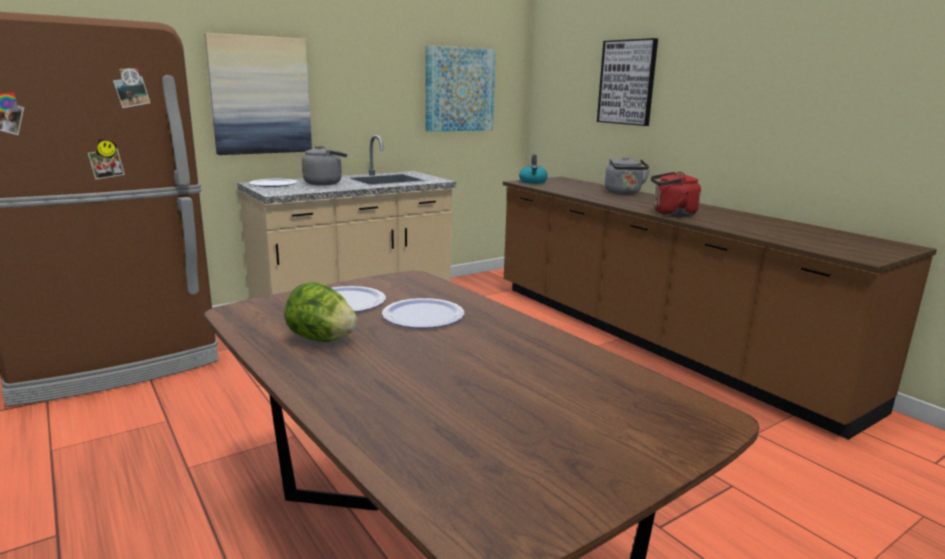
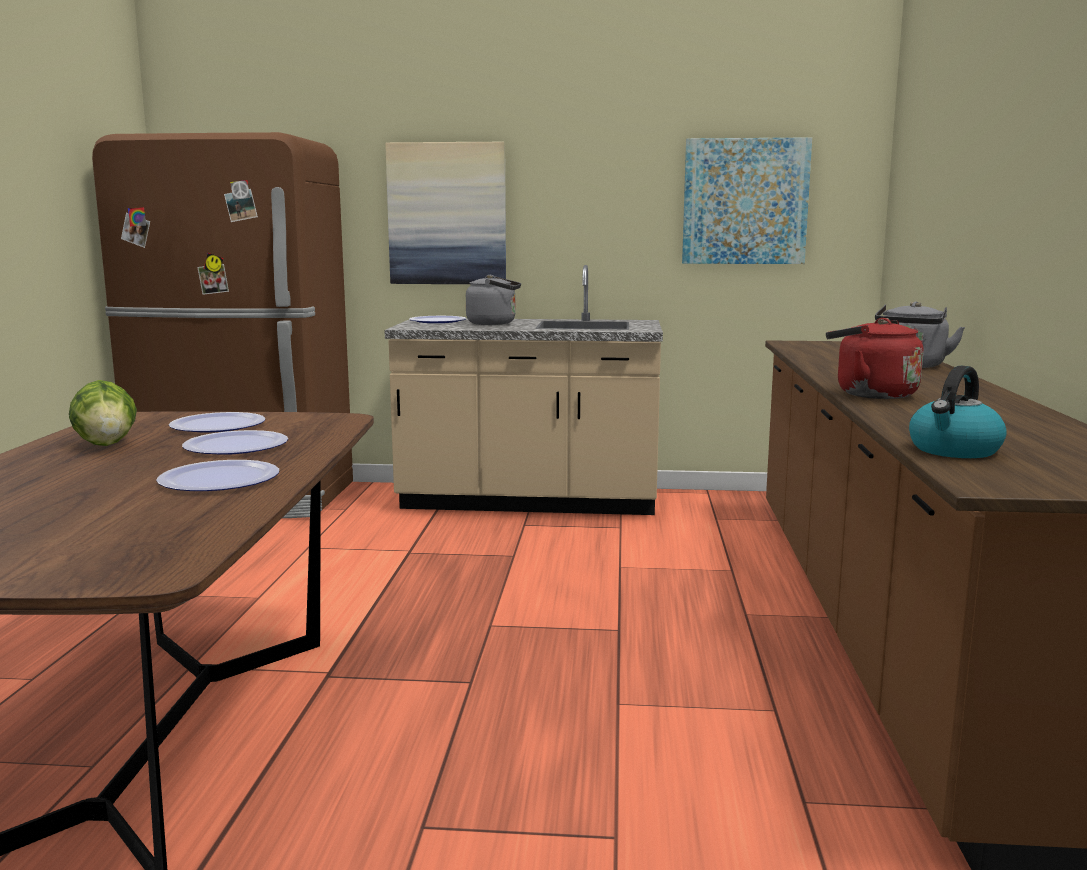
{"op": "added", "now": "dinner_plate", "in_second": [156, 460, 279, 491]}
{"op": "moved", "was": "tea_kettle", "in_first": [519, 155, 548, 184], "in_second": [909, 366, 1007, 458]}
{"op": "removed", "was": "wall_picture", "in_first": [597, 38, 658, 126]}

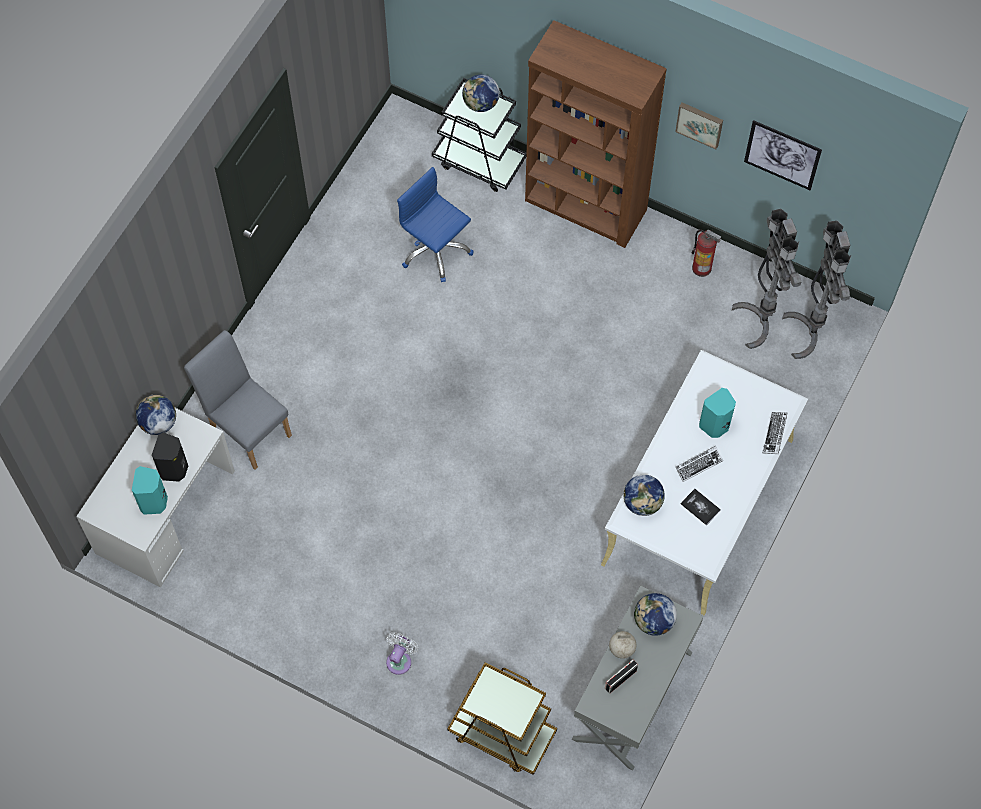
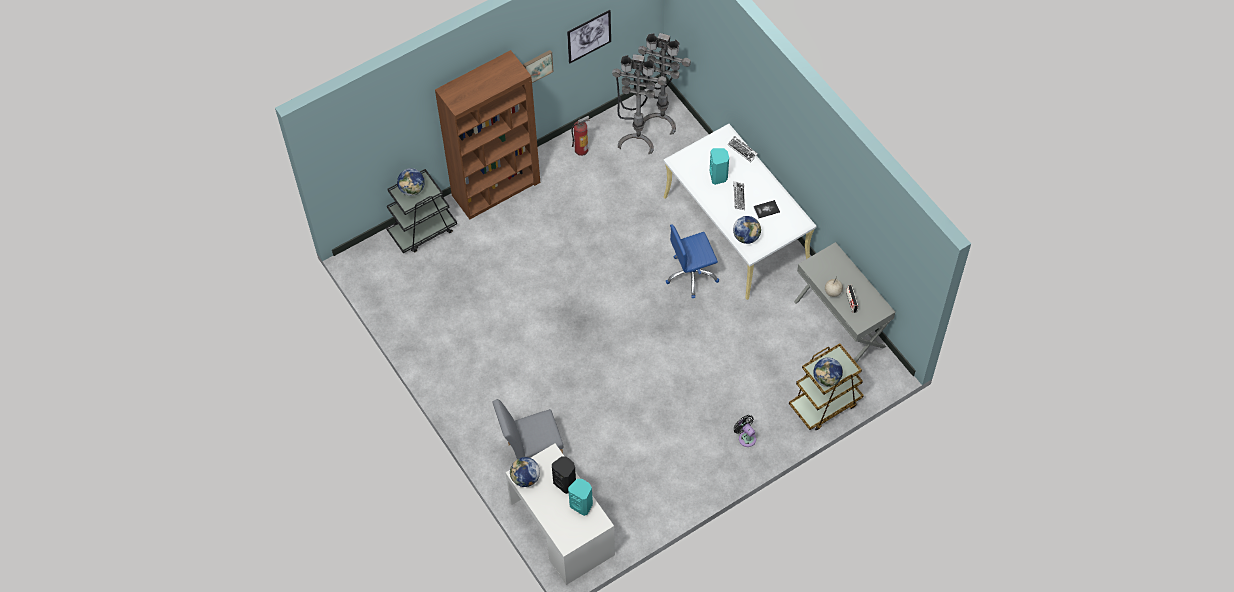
{"op": "moved", "was": "bluish_office_chair", "in_first": [397, 167, 474, 282], "in_second": [666, 224, 719, 298]}
{"op": "recoloured", "was": "white_electric_fan", "now": "black-coloured_electric_fan", "in_first": [386, 632, 418, 675], "in_second": [733, 415, 756, 447]}
{"op": "moved", "was": "globe", "in_first": [634, 593, 677, 636], "in_second": [813, 357, 843, 387]}

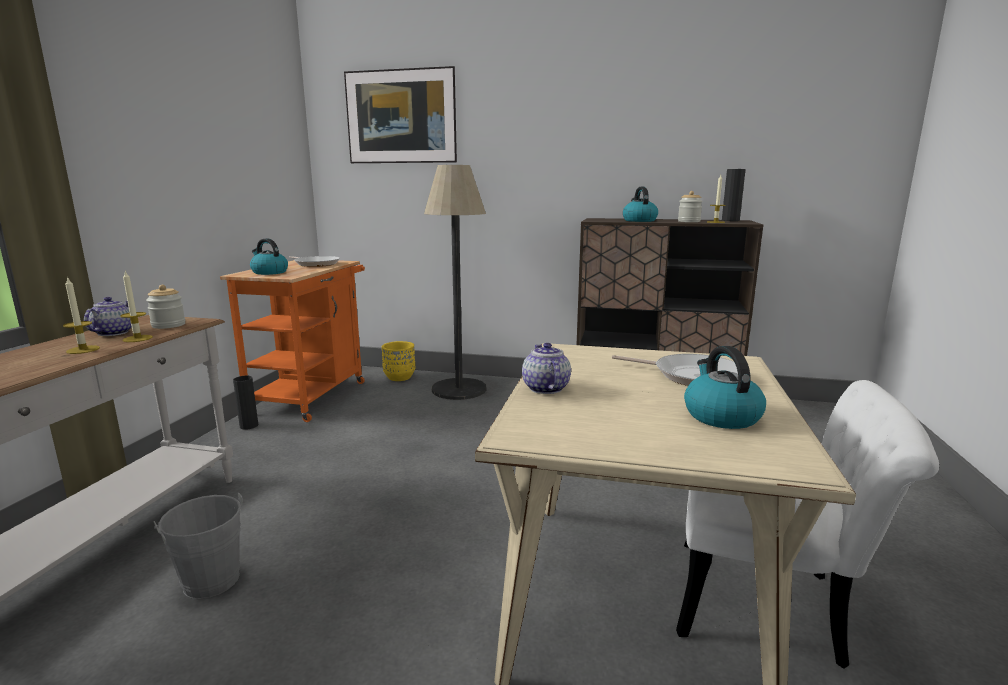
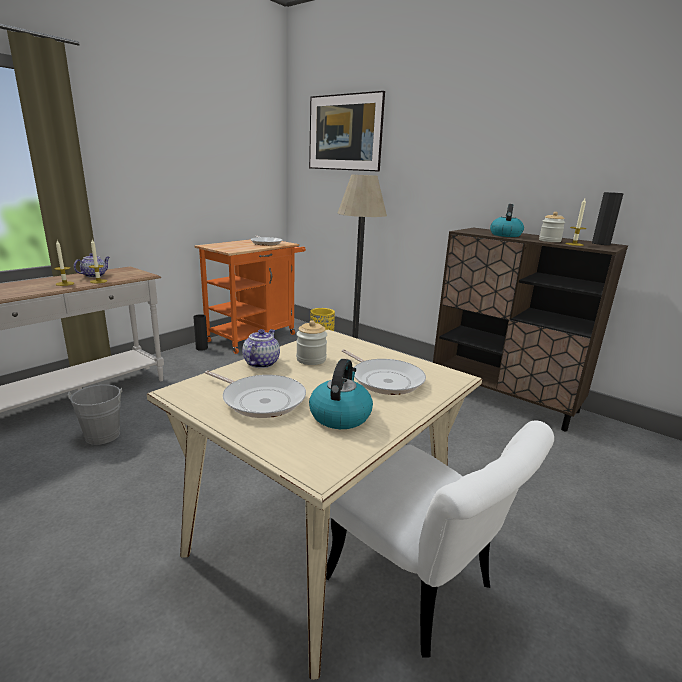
{"op": "added", "now": "pan", "in_second": [205, 370, 306, 418]}
{"op": "moved", "was": "storage_jar", "in_first": [146, 285, 185, 329], "in_second": [296, 320, 327, 365]}
{"op": "removed", "was": "tea_kettle", "in_first": [250, 238, 288, 275]}

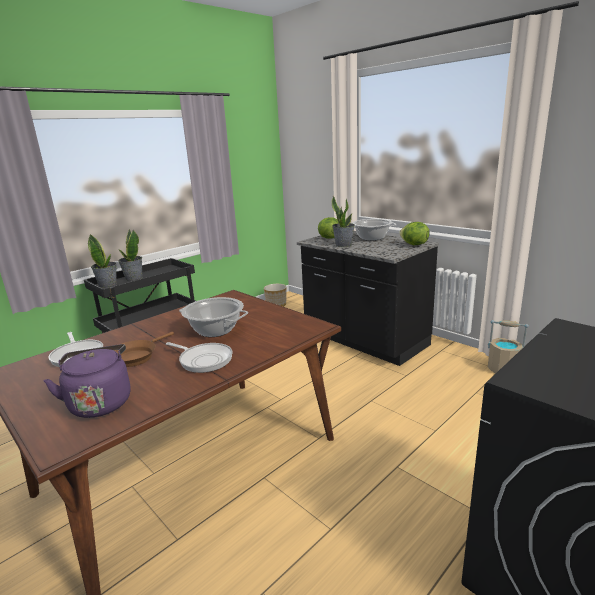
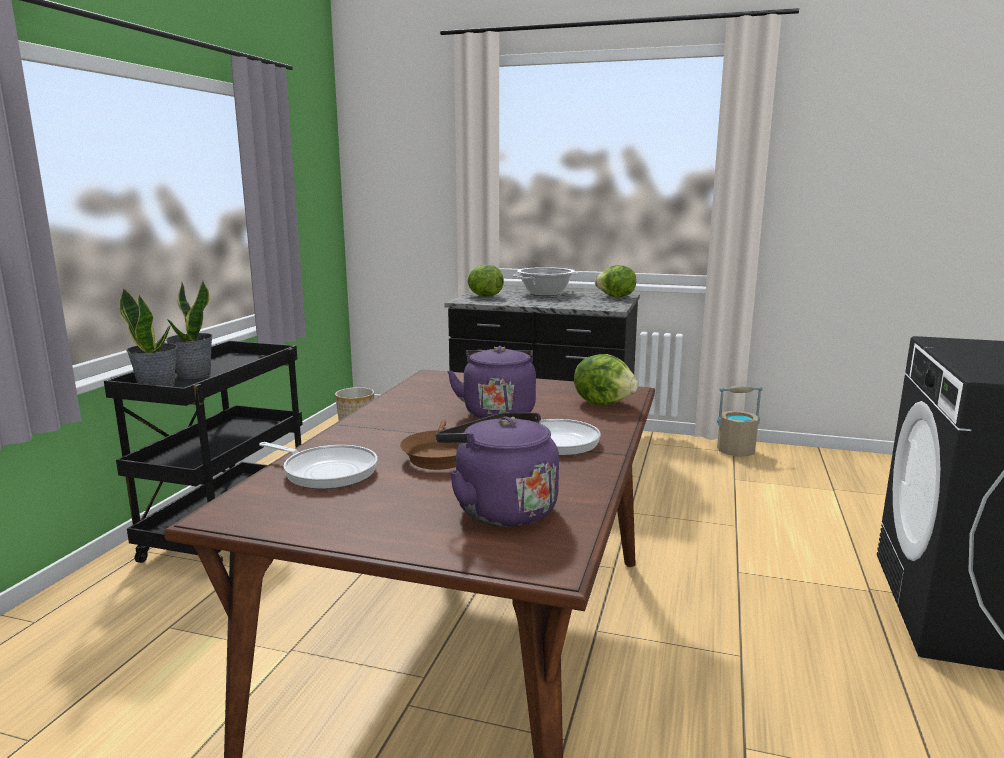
{"op": "replaced", "was": "saucepot", "now": "purple-coloured_tea_kettle", "in_first": [179, 297, 248, 337], "in_second": [447, 346, 536, 419]}
{"op": "added", "now": "lettuce", "in_second": [574, 354, 638, 405]}
{"op": "removed", "was": "potted_plant", "in_first": [331, 196, 355, 247]}

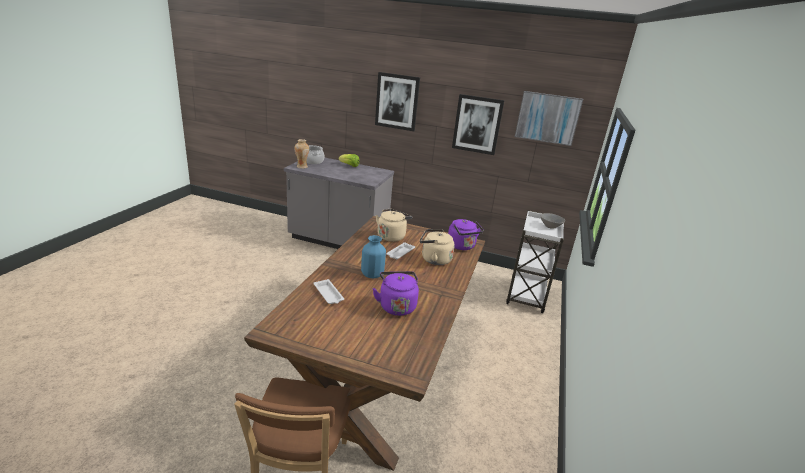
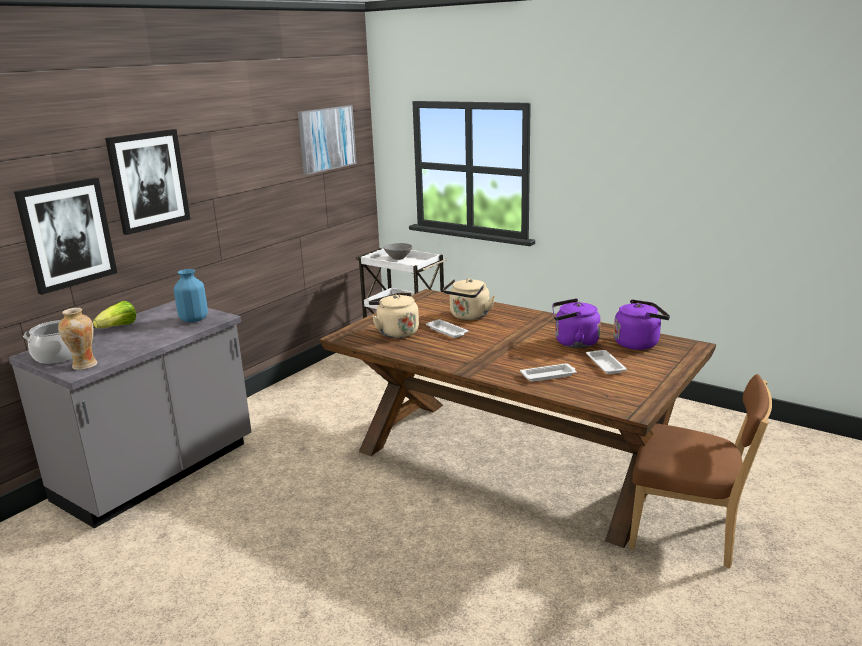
{"op": "moved", "was": "wall_picture", "in_first": [452, 94, 505, 155], "in_second": [14, 178, 117, 295]}
{"op": "moved", "was": "bluish_vase", "in_first": [361, 235, 386, 278], "in_second": [174, 269, 208, 322]}
{"op": "added", "now": "white_tray", "in_second": [586, 350, 627, 374]}
{"op": "moved", "was": "purple-coloured_tea_kettle", "in_first": [448, 219, 484, 250], "in_second": [614, 299, 670, 350]}

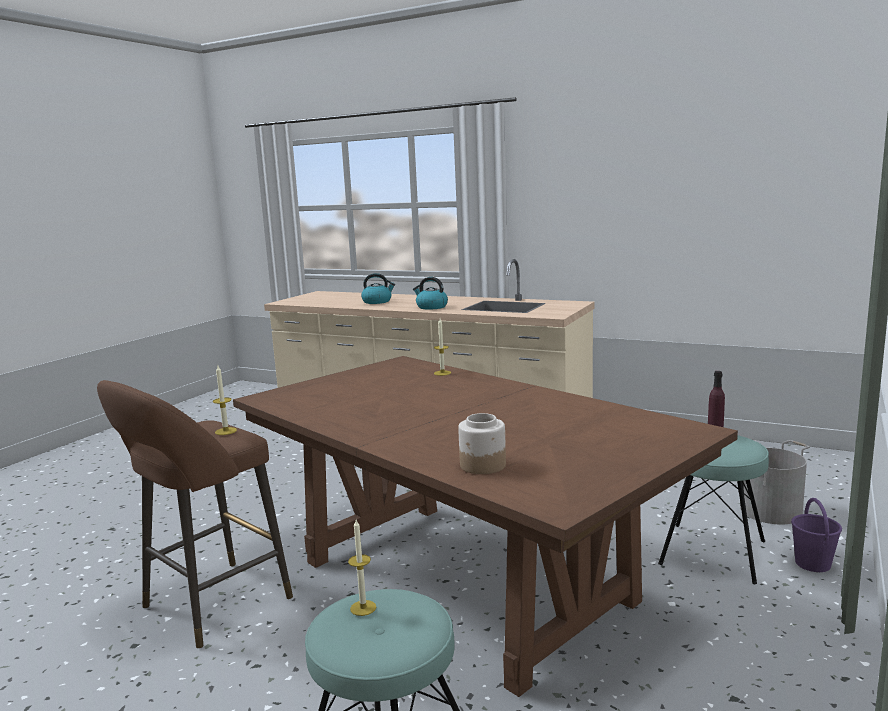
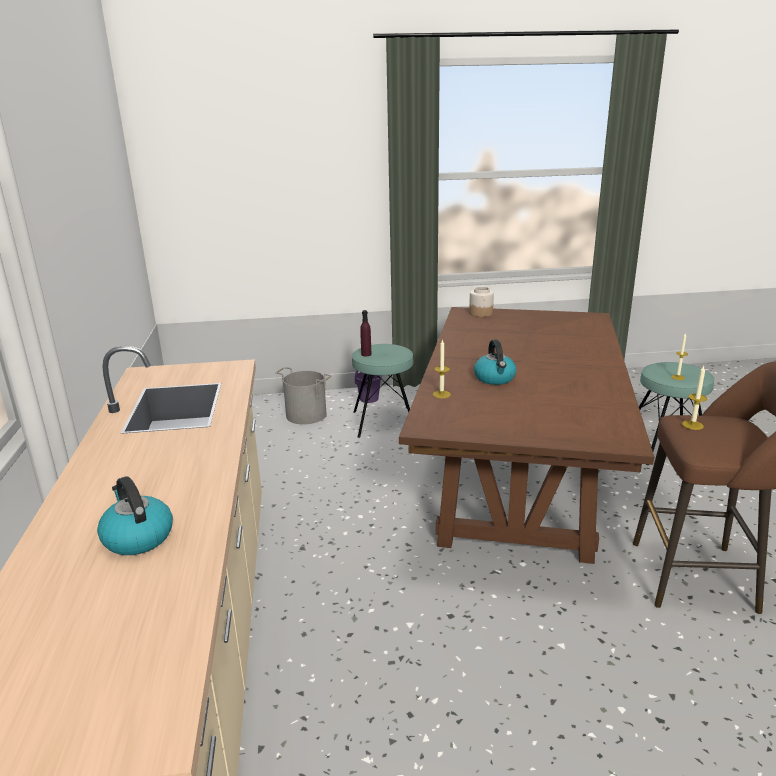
{"op": "moved", "was": "storage_jar", "in_first": [458, 413, 506, 474], "in_second": [469, 287, 494, 317]}
{"op": "moved", "was": "tea_kettle", "in_first": [413, 277, 448, 310], "in_second": [474, 340, 516, 385]}

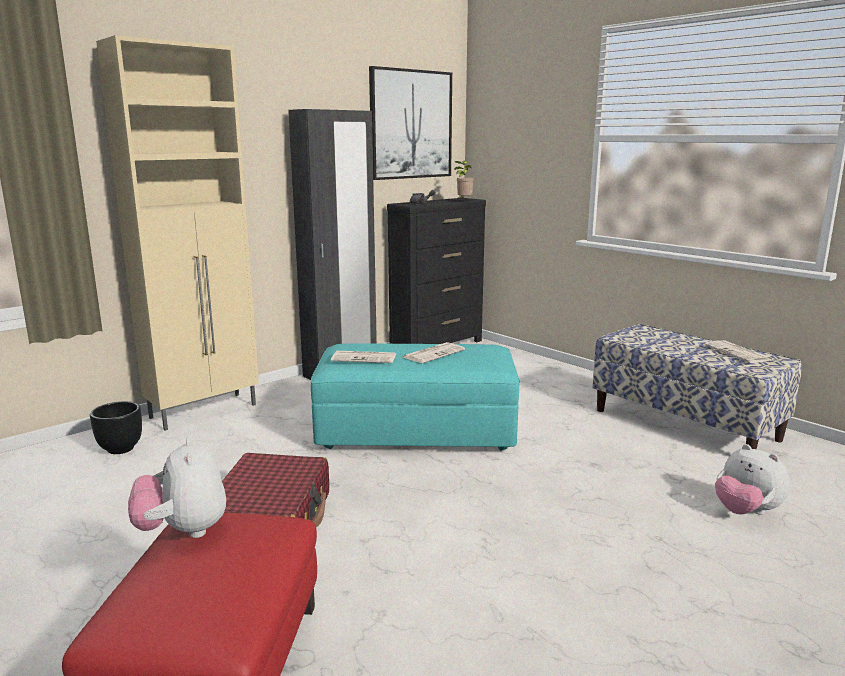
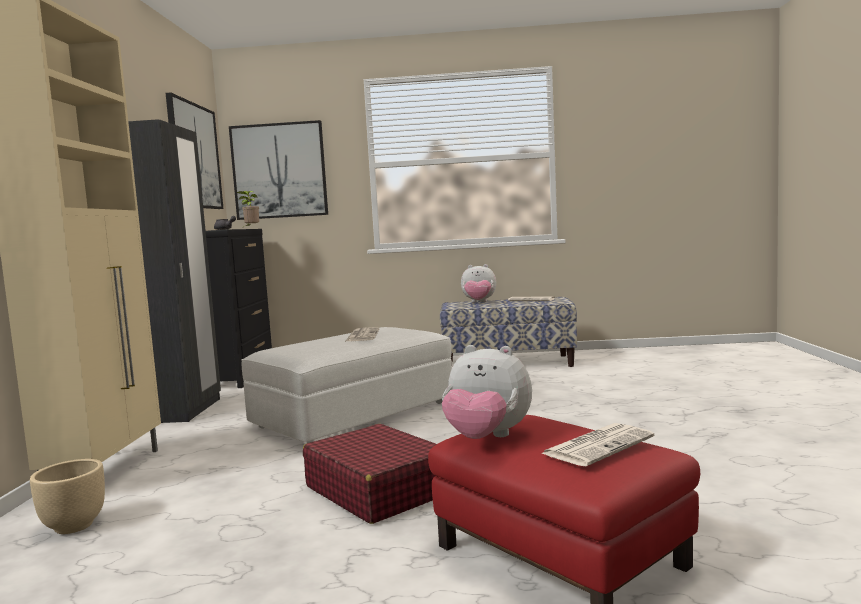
{"op": "recoloured", "was": "black-coloured_flower_pot", "now": "sand-coloured_flower_pot", "in_first": [90, 401, 142, 454], "in_second": [30, 459, 105, 534]}
{"op": "added", "now": "wall_picture", "in_second": [229, 120, 328, 220]}
{"op": "recoloured", "was": "turquoise-coloured_ottoman", "now": "white_ottoman", "in_first": [311, 343, 519, 451], "in_second": [242, 327, 452, 443]}
{"op": "moved", "was": "plush_toy", "in_first": [715, 444, 790, 515], "in_second": [461, 264, 496, 303]}
{"op": "moved", "was": "printed_paper", "in_first": [331, 351, 396, 363], "in_second": [541, 423, 654, 466]}

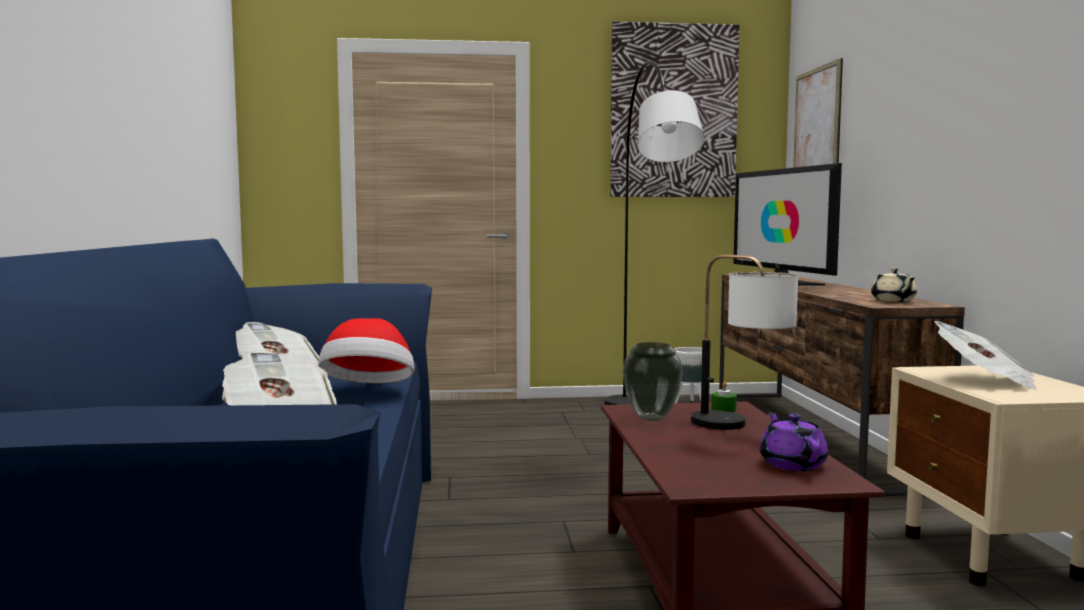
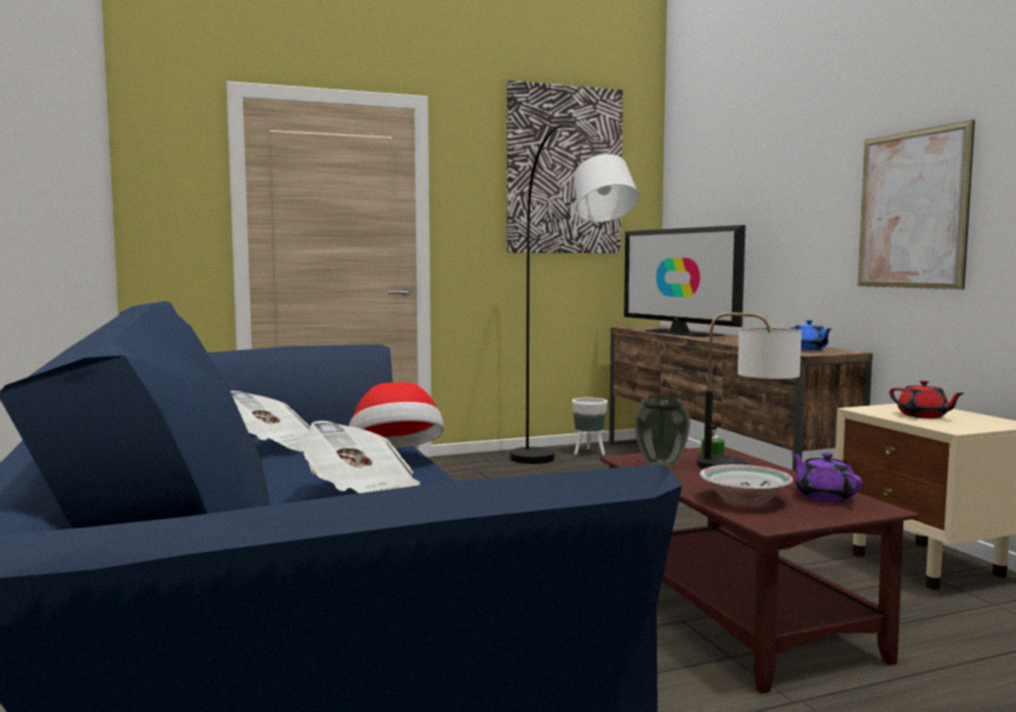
{"op": "added", "now": "serving_bowl", "in_second": [700, 464, 793, 506]}
{"op": "recoloured", "was": "sand-coloured_teapot", "now": "bluish_teapot", "in_first": [871, 268, 917, 302], "in_second": [790, 320, 831, 350]}
{"op": "moved", "was": "wall_picture", "in_first": [793, 58, 843, 168], "in_second": [858, 120, 975, 290]}
{"op": "replaced", "was": "printed_paper", "now": "red-coloured_teapot", "in_first": [934, 321, 1037, 390], "in_second": [889, 380, 965, 418]}

